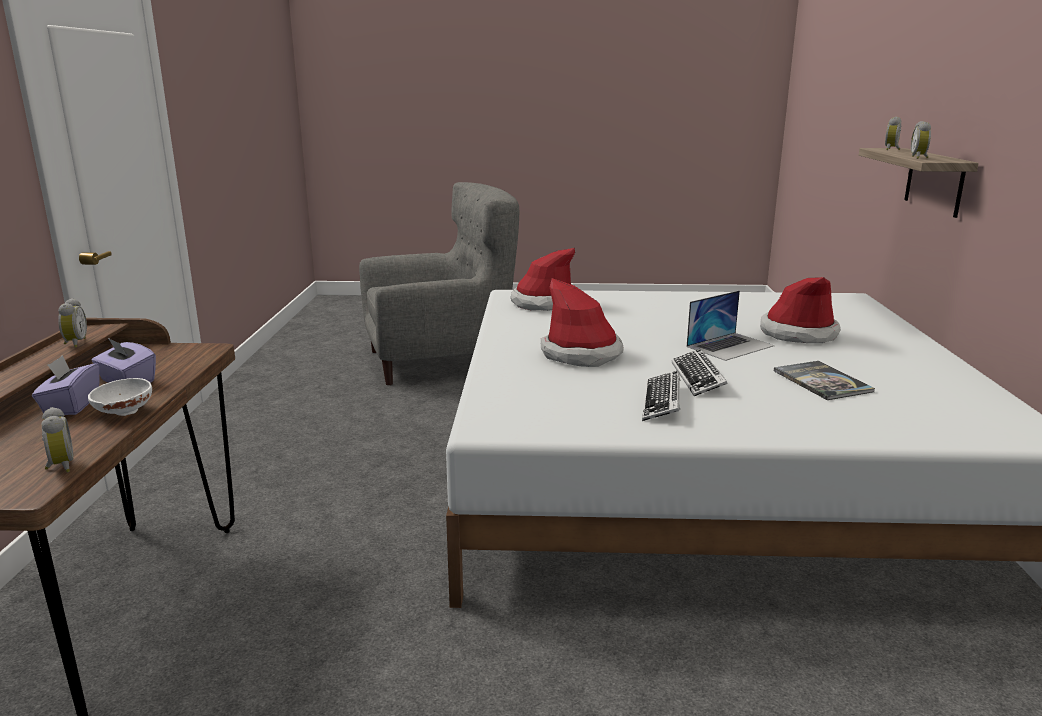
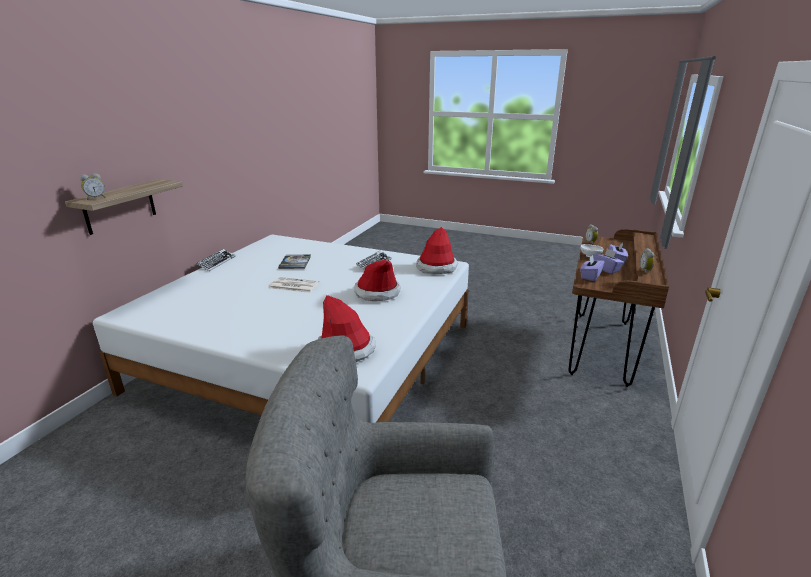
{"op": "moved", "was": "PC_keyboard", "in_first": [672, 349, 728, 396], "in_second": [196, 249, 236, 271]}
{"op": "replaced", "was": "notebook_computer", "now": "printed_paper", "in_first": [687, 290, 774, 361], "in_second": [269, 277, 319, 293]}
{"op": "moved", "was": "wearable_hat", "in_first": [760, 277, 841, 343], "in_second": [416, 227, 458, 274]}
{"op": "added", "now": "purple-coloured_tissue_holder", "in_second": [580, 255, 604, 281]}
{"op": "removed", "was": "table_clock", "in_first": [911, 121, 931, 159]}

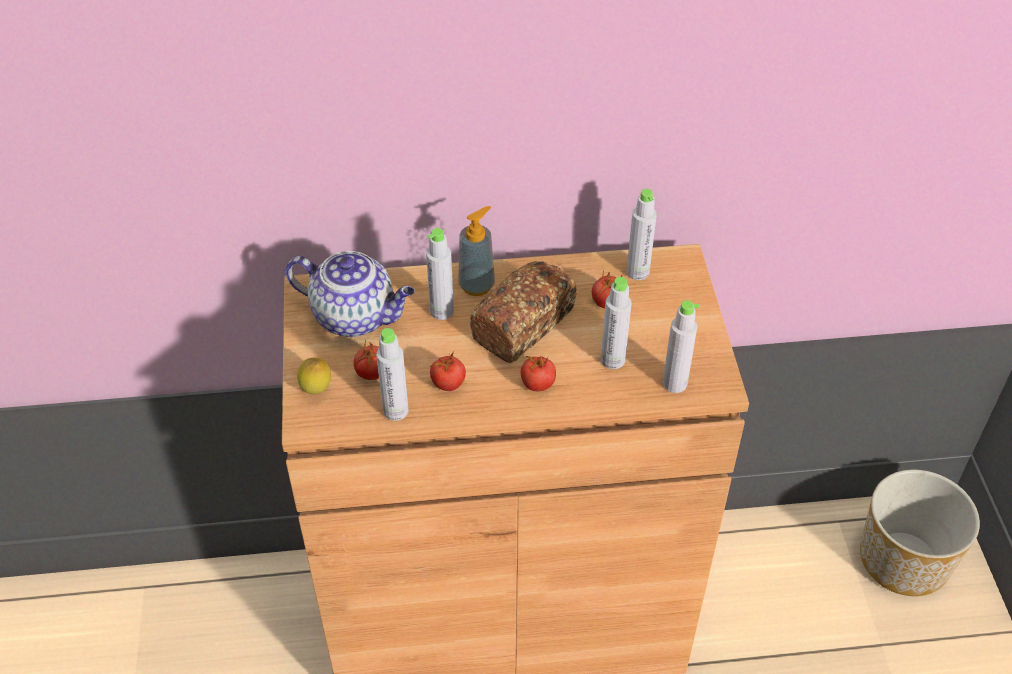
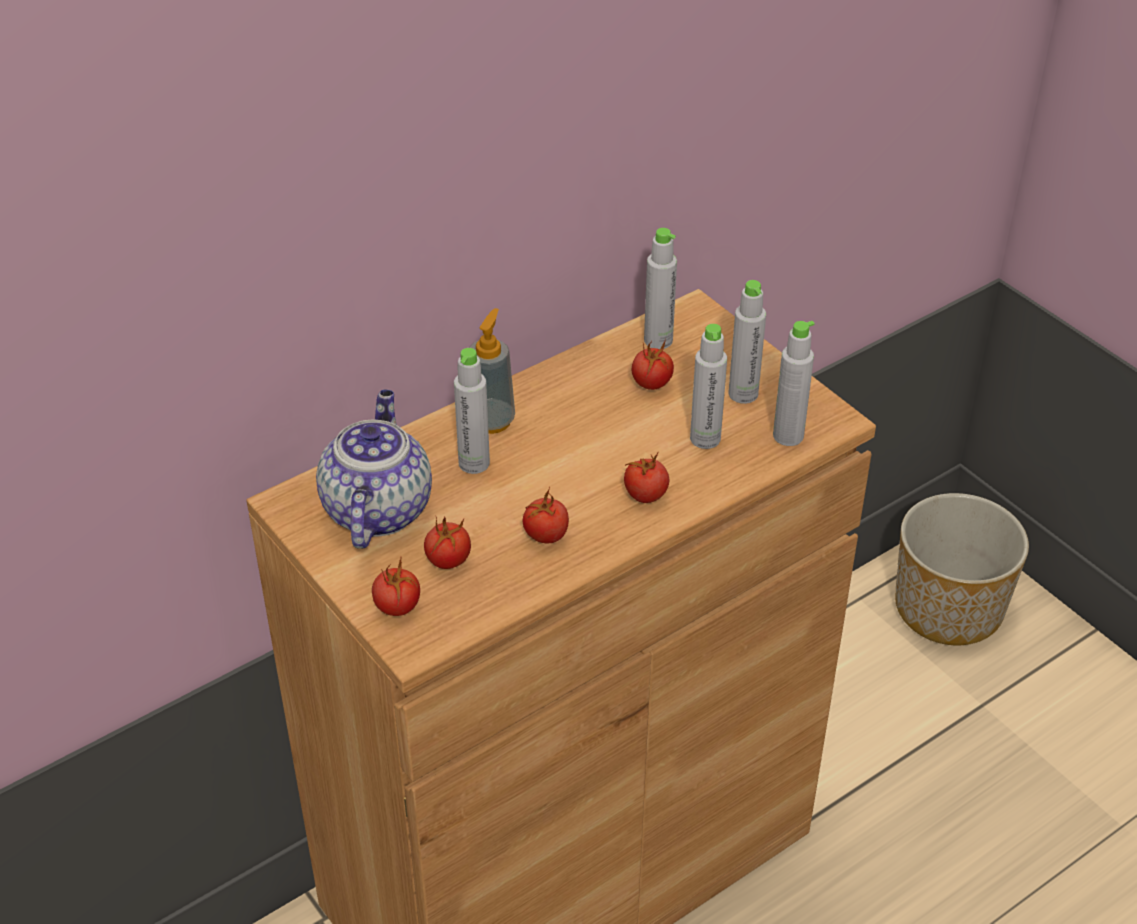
{"op": "turned", "was": "teapot", "in_first": [286, 251, 415, 337], "in_second": [316, 390, 432, 549], "clockwise": -75}
{"op": "replaced", "was": "citrus_fruit", "now": "tomato", "in_first": [297, 357, 331, 394], "in_second": [372, 558, 420, 616]}
{"op": "moved", "was": "gray_bottle", "in_first": [376, 328, 409, 421], "in_second": [728, 280, 766, 404]}
{"op": "removed", "was": "baked_bread", "in_first": [470, 261, 577, 363]}

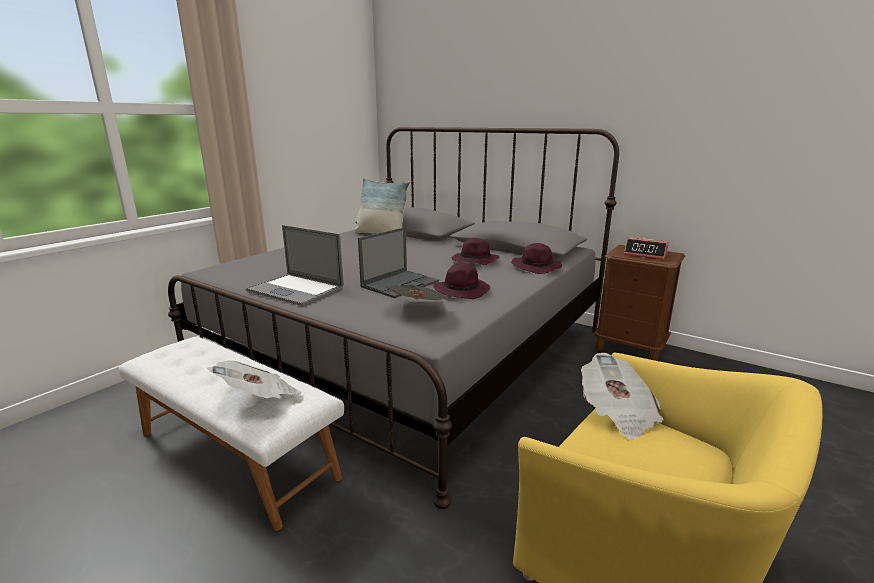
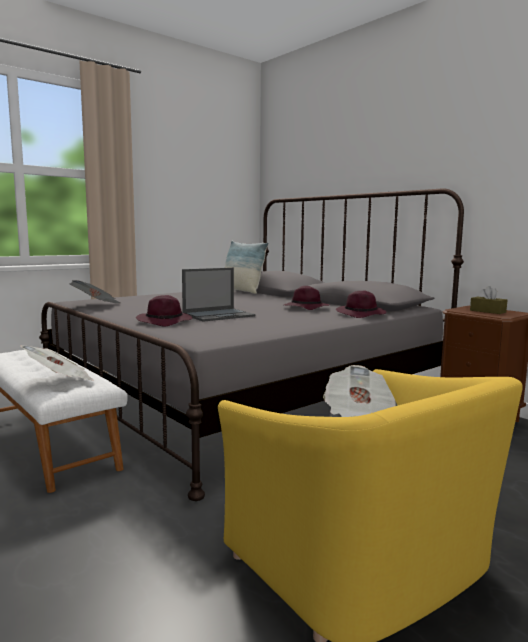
{"op": "moved", "was": "printed_paper", "in_first": [384, 285, 449, 300], "in_second": [69, 280, 121, 304]}
{"op": "moved", "was": "purple-coloured_wearable_hat", "in_first": [433, 263, 490, 299], "in_second": [136, 295, 192, 326]}
{"op": "replaced", "was": "table_clock", "now": "brownish_tissue_holder", "in_first": [624, 237, 669, 260], "in_second": [470, 286, 508, 314]}
{"op": "removed", "was": "notebook_computer", "in_first": [246, 225, 344, 306]}

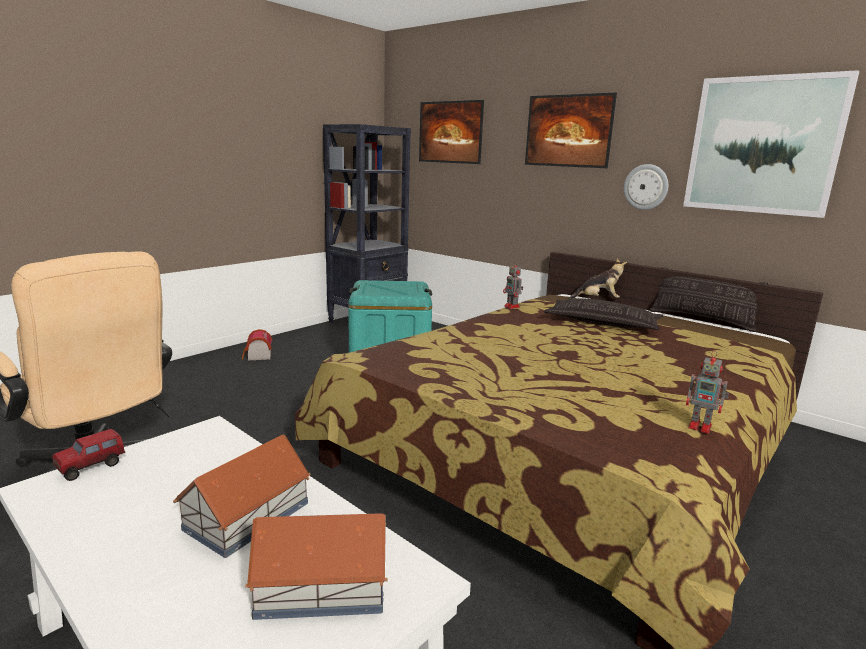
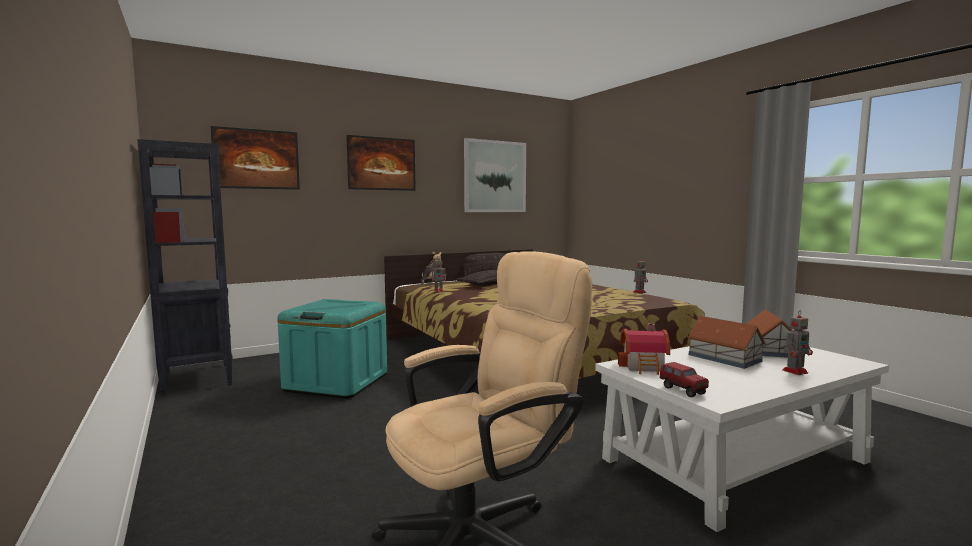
{"op": "moved", "was": "toy_house", "in_first": [242, 329, 272, 360], "in_second": [618, 324, 670, 375]}
{"op": "added", "now": "robot_figure", "in_second": [782, 310, 813, 375]}
{"op": "removed", "was": "clock_on_the_wall", "in_first": [624, 164, 668, 210]}

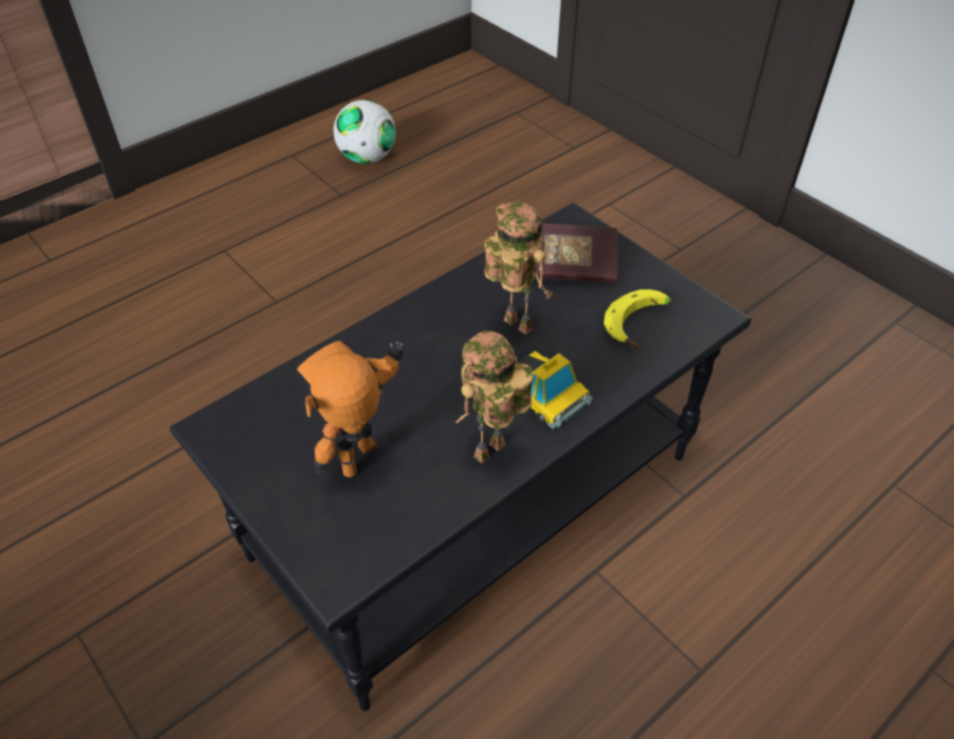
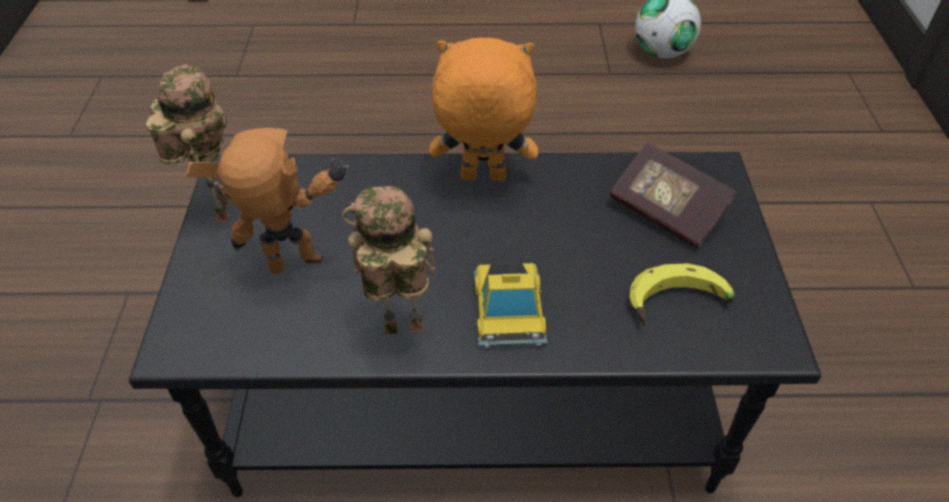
{"op": "moved", "was": "robot_figure", "in_first": [484, 201, 553, 335], "in_second": [146, 64, 231, 223]}
{"op": "added", "now": "orange-coloured_plush_toy", "in_second": [429, 38, 538, 181]}

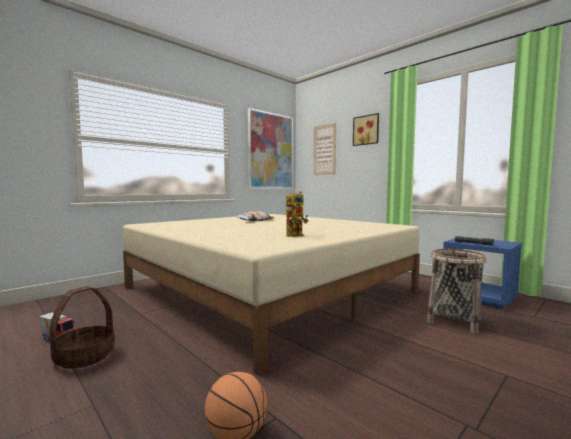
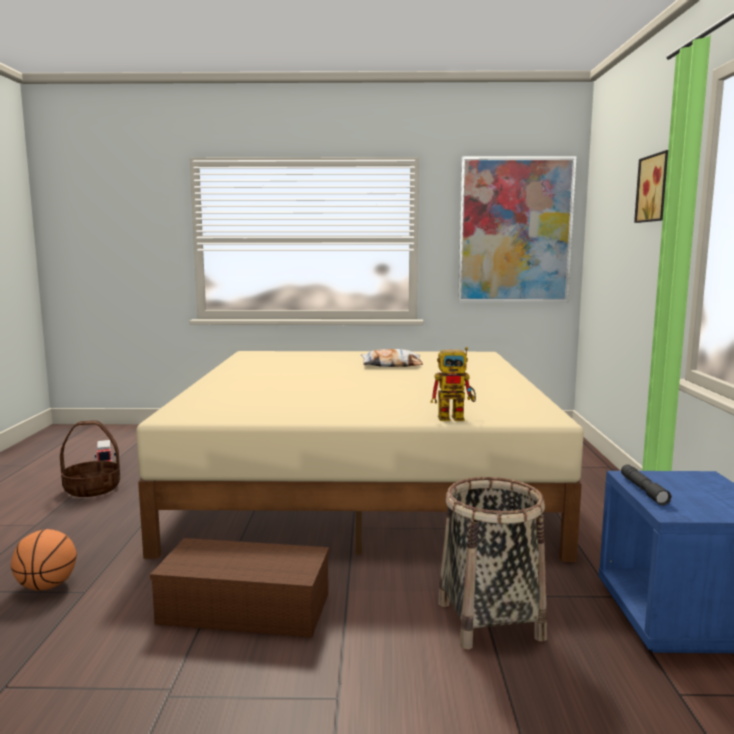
{"op": "added", "now": "brownish_storage_container", "in_second": [150, 538, 329, 638]}
{"op": "moved", "was": "robot_figure", "in_first": [286, 191, 308, 237], "in_second": [430, 347, 476, 421]}
{"op": "removed", "was": "wall_picture", "in_first": [314, 123, 336, 175]}

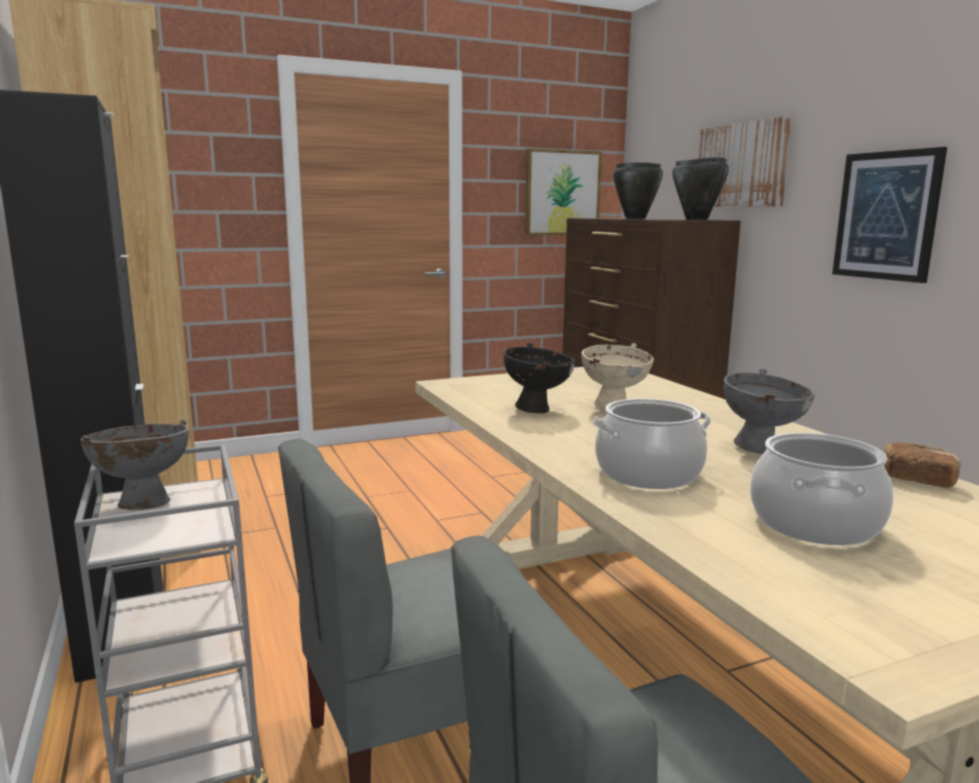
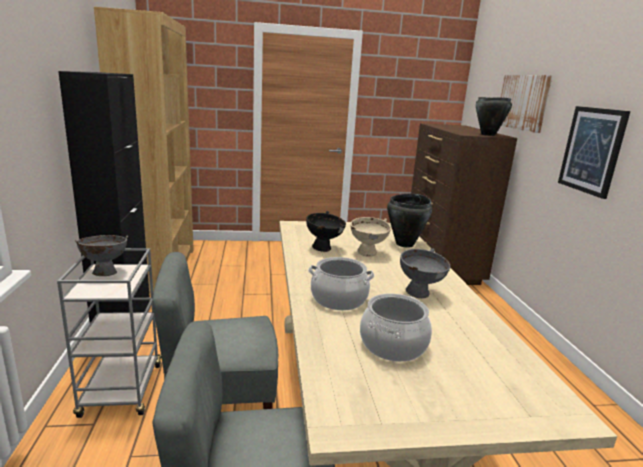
{"op": "moved", "was": "black-coloured_saucepot", "in_first": [613, 162, 663, 219], "in_second": [387, 194, 432, 248]}
{"op": "removed", "was": "wall_picture", "in_first": [525, 148, 602, 235]}
{"op": "removed", "was": "baked_bread", "in_first": [884, 442, 961, 488]}

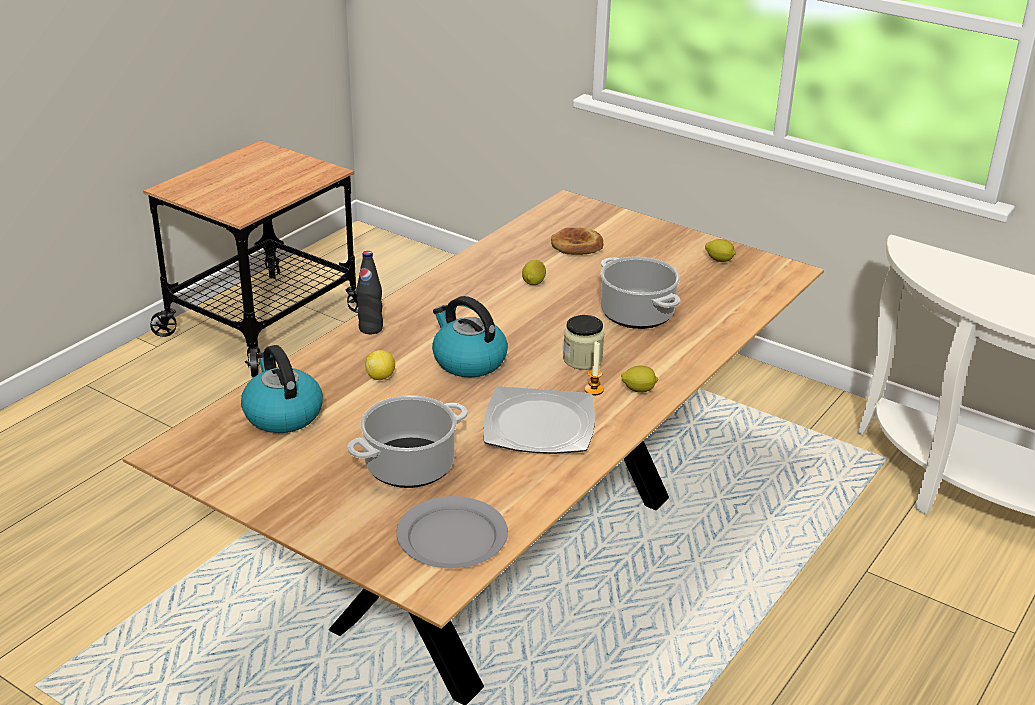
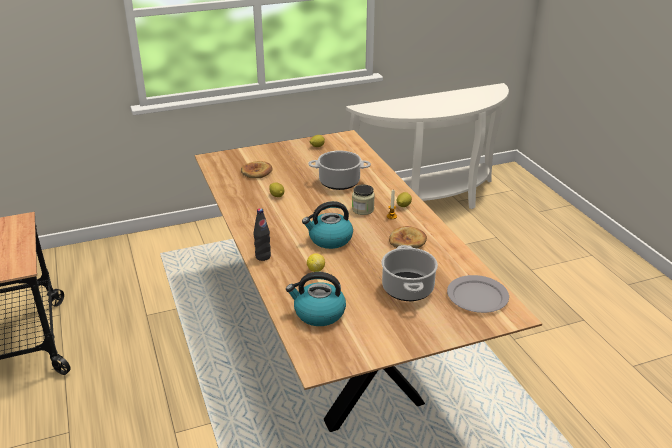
{"op": "replaced", "was": "dinner_plate", "now": "baked_bread", "in_first": [484, 386, 595, 454], "in_second": [389, 226, 427, 248]}

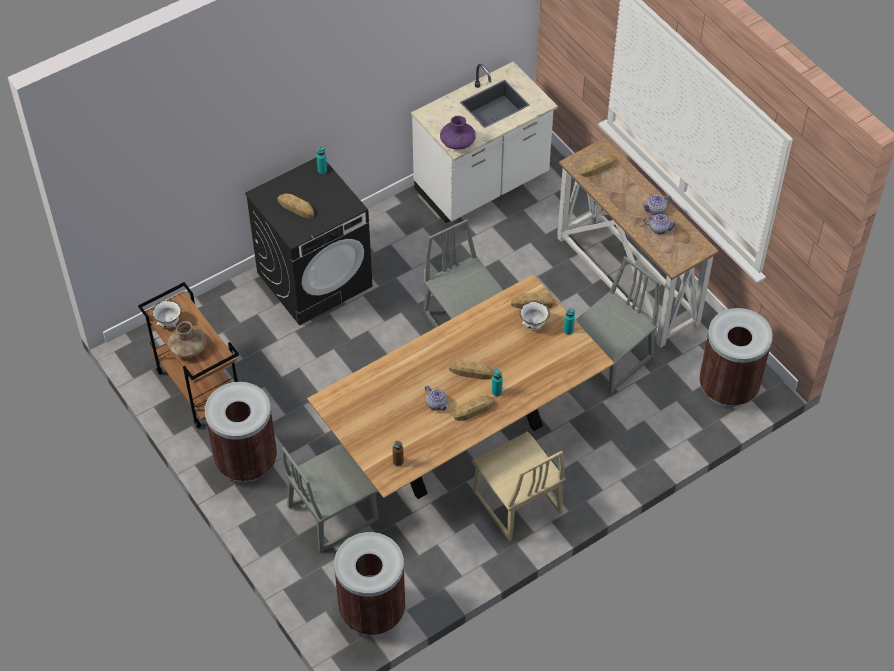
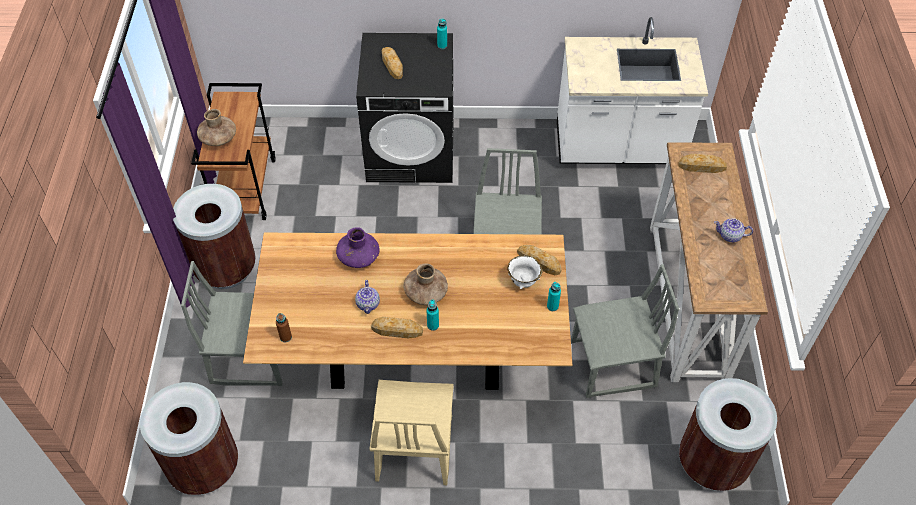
{"op": "moved", "was": "purple-coloured_vase", "in_first": [440, 116, 476, 150], "in_second": [336, 227, 379, 268]}
{"op": "replaced", "was": "baked_bread", "now": "brownish_vase", "in_first": [449, 360, 493, 380], "in_second": [404, 264, 448, 305]}
{"op": "removed", "was": "white_serving_bowl", "in_first": [152, 300, 182, 328]}
{"op": "removed", "was": "teapot", "in_first": [644, 214, 678, 234]}

